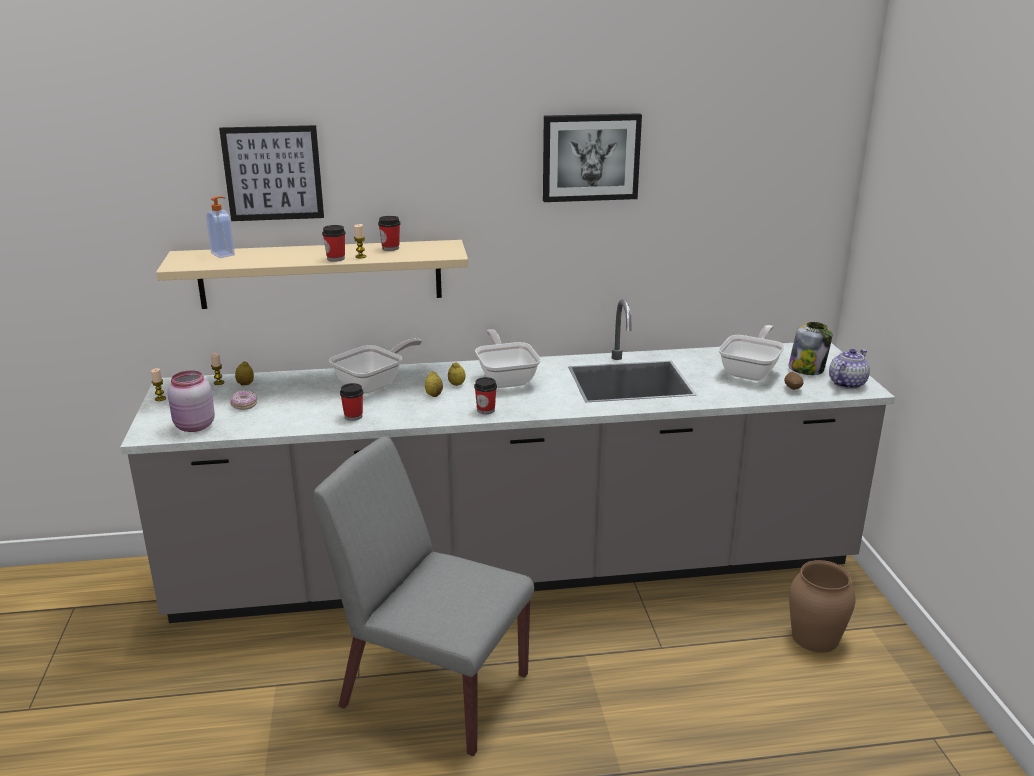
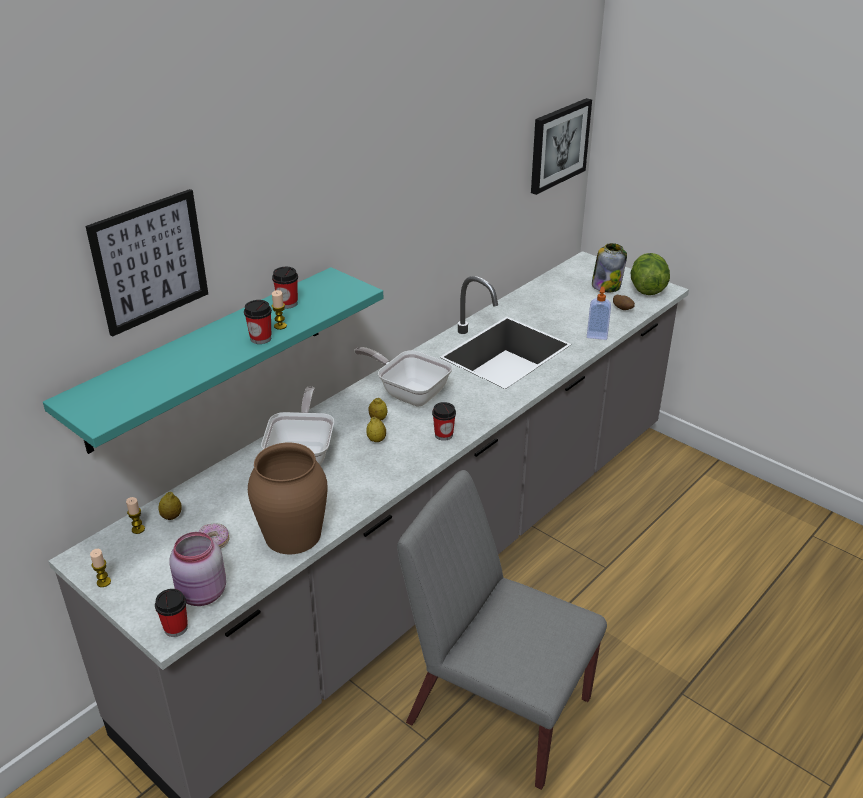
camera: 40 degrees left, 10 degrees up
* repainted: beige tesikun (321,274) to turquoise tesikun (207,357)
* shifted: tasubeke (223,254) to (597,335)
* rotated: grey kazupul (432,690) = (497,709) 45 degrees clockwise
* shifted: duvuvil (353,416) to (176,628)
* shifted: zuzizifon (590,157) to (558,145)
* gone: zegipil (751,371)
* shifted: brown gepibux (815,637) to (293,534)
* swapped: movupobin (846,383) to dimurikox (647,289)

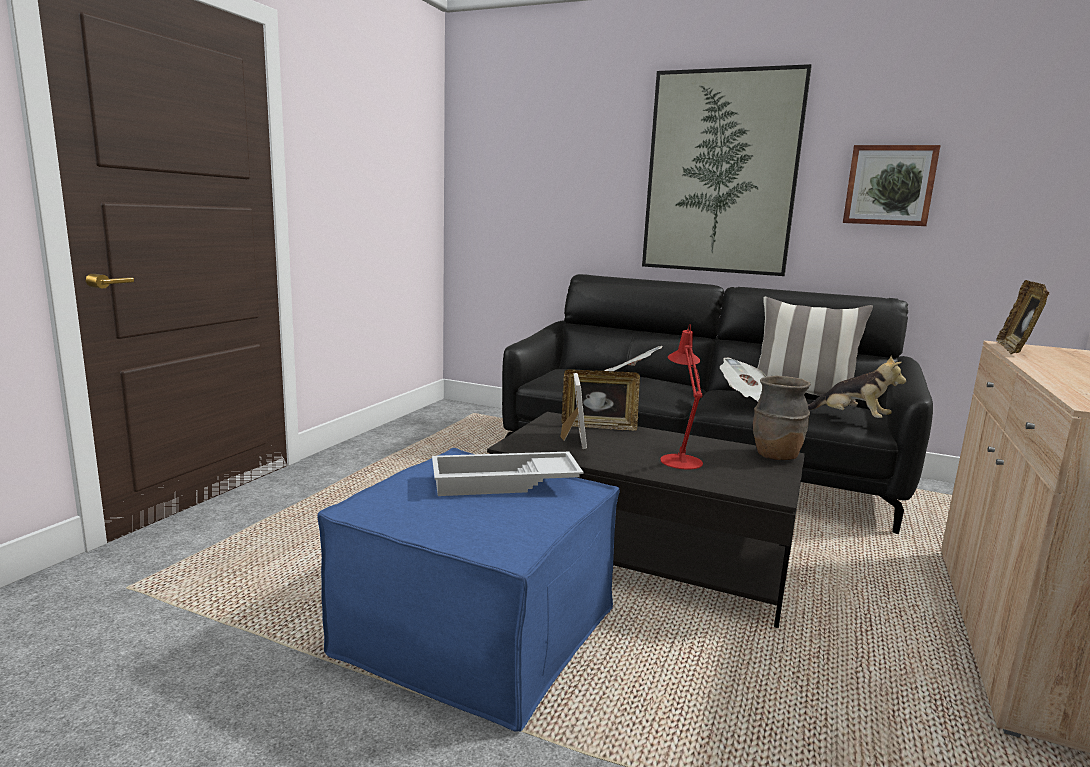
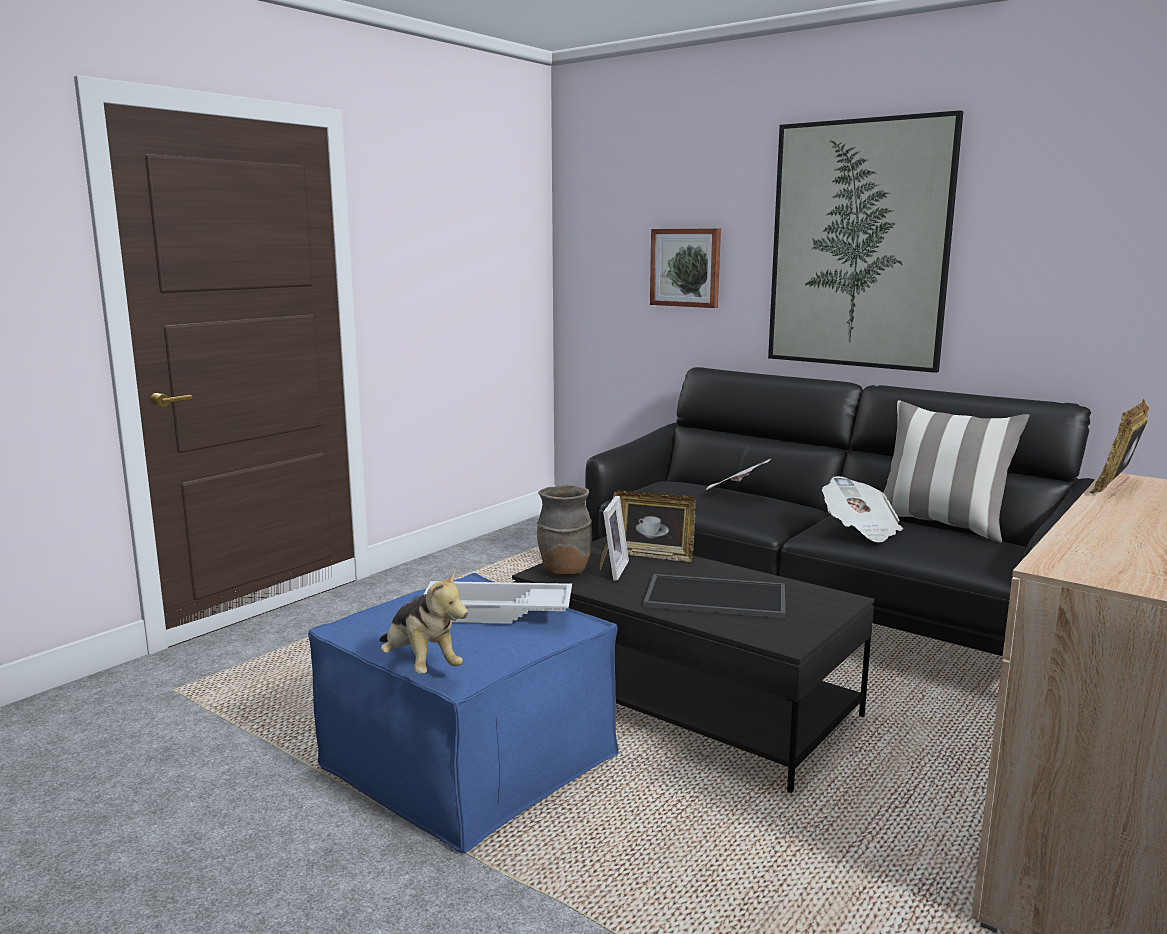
camera: 15 degrees right, 0 degrees up
* swapped: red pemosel (679,459) to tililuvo (714,598)
* shifted: brown gepibux (775,456) to (564,571)
* shifted: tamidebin (851,418) to (420,665)
* shifted: zuzizifon (889,185) to (686,267)

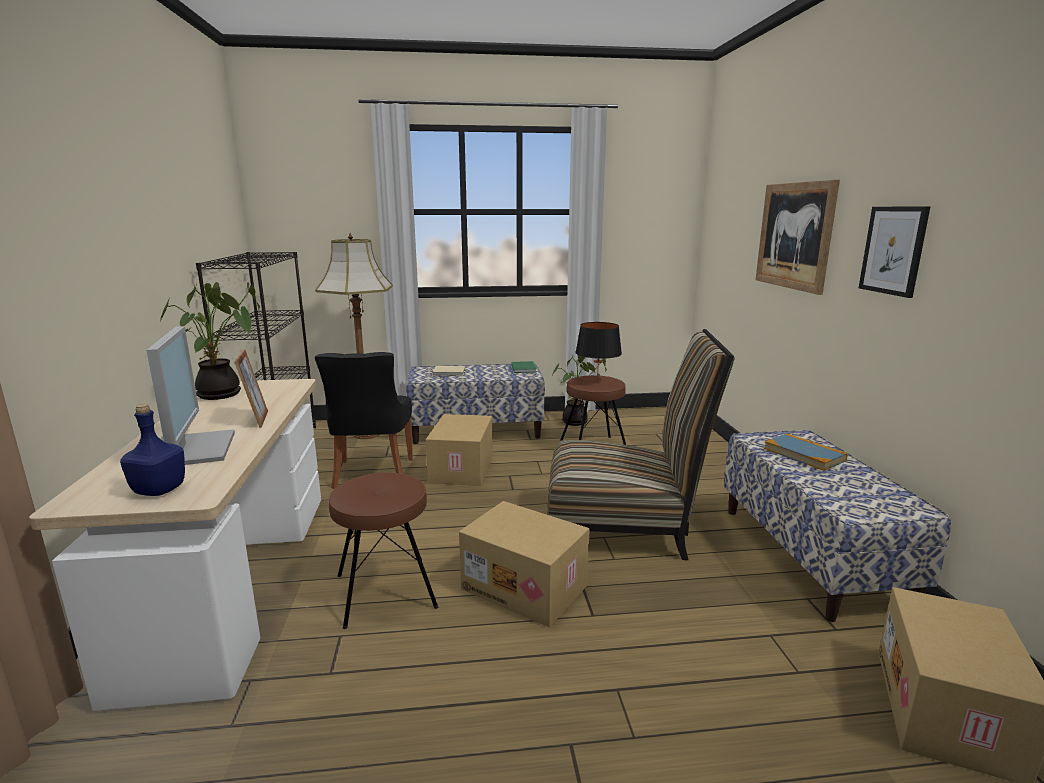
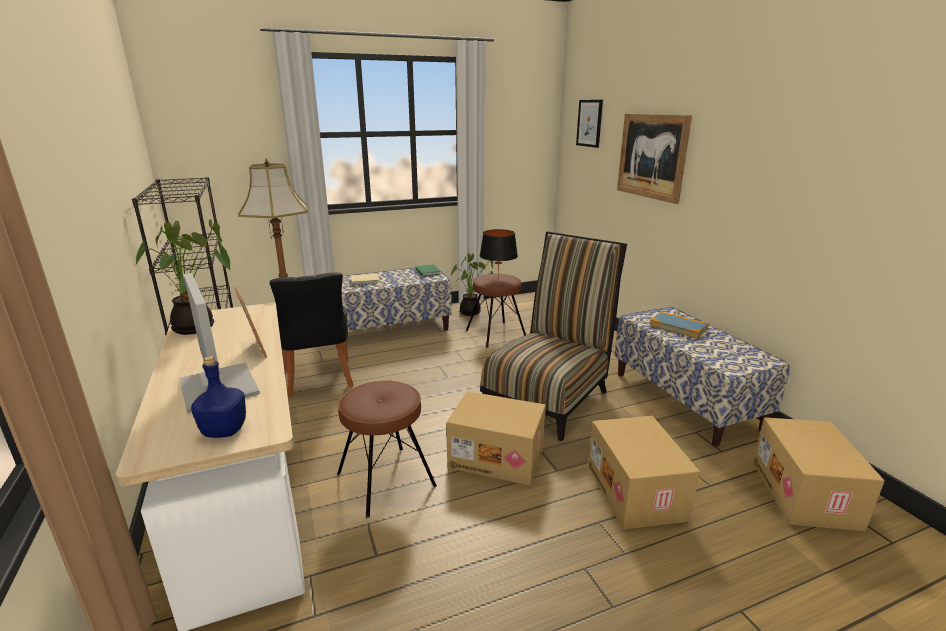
camera: 15 degrees left, 5 degrees up
* shifted: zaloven (463,469) to (637,492)
* rotated: kazupul (624,526) = (548,396) 45 degrees counterclockwise
* shifted: zuzizifon (893,250) to (589,123)

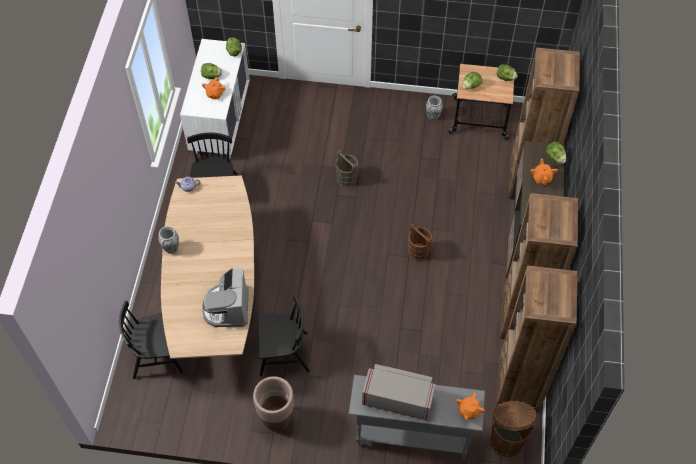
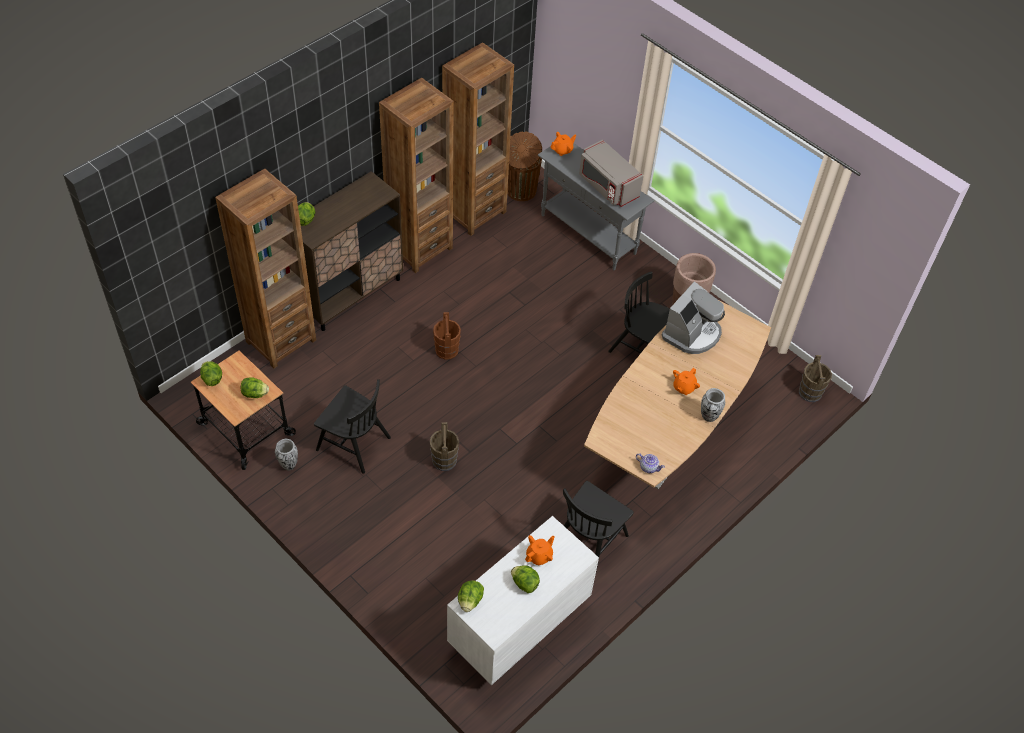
camera: 145 degrees left, 5 degrees down
* shifted: black kazupul (157,355) to (353,443)
* shifted: orange movupobin (542,178) to (683,387)
* new: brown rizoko (810,393)

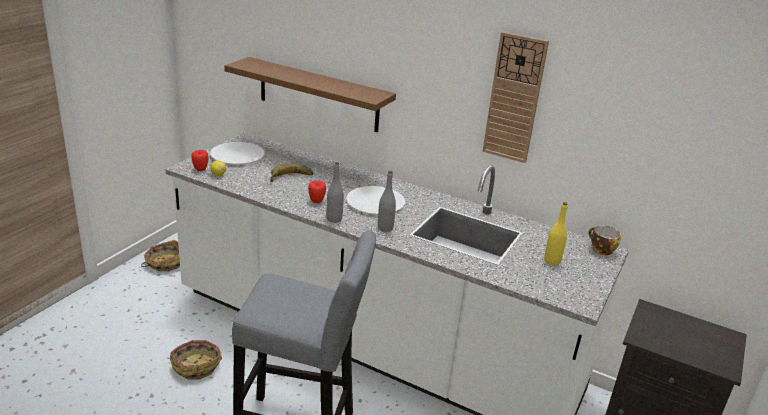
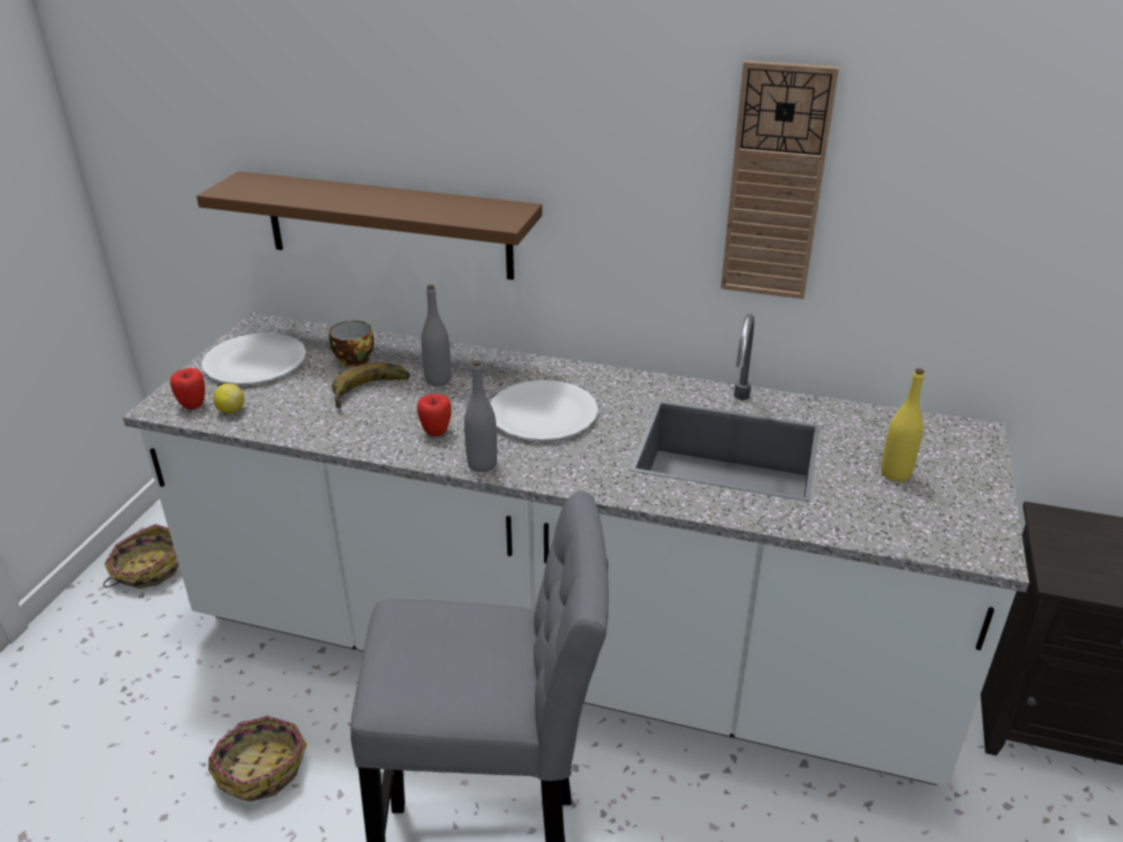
camera: 10 degrees left, 5 degrees up
* shifted: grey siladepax (385,228) to (438,380)
* shifted: duvuvil (600,250) to (351,359)

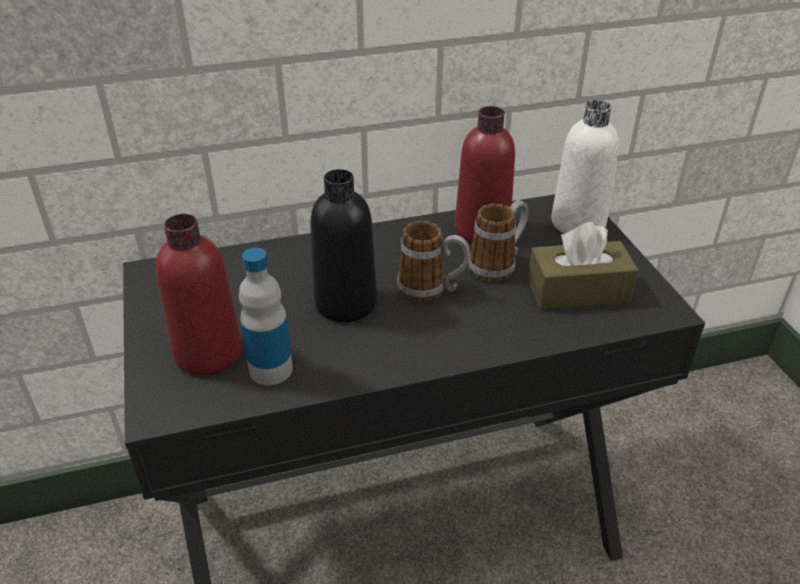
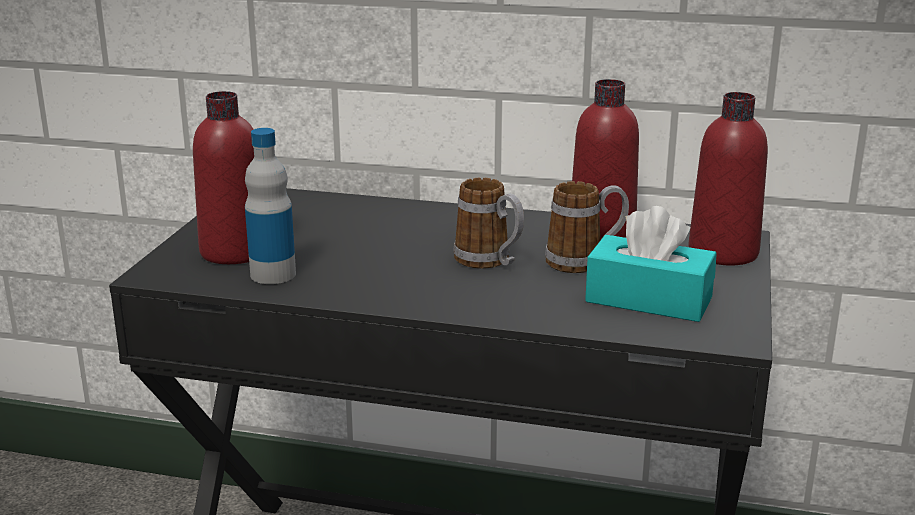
camera: 30 degrees right, 15 degrees down
* gone: black siladepax (345,303)
* repainted: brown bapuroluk (578,290) to turquoise bapuroluk (648,299)
* repainted: white siladepax (578,223) to red siladepax (723,253)

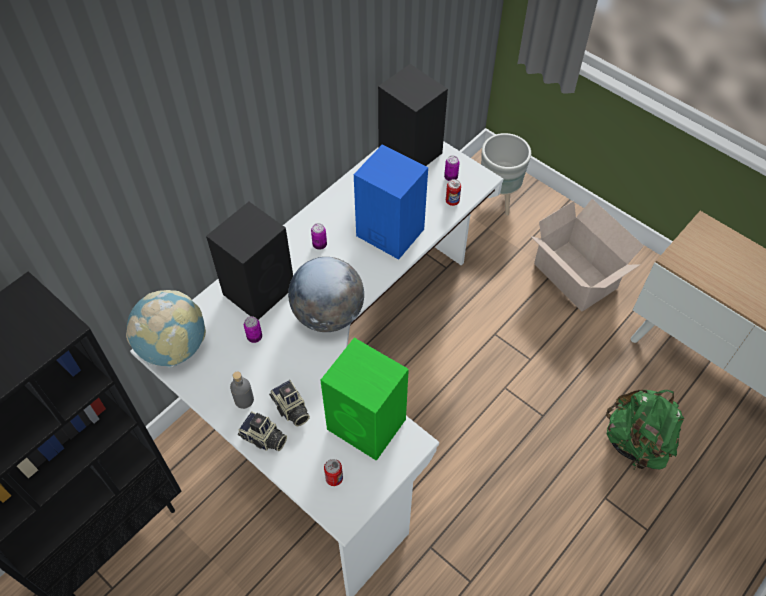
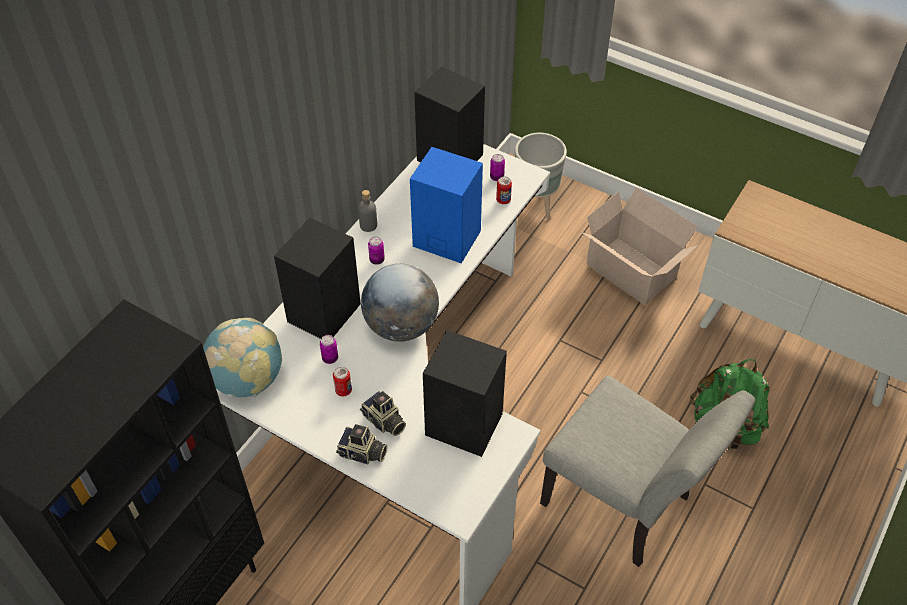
camera: 10 degrees left, 5 degrees down
* shifted: grey siladepax (244,400) to (368,225)
* repainted: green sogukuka (368,425) to black sogukuka (465,425)
* shifted: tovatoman (334,478) to (343,390)
* new: grey kazupul (625,506)

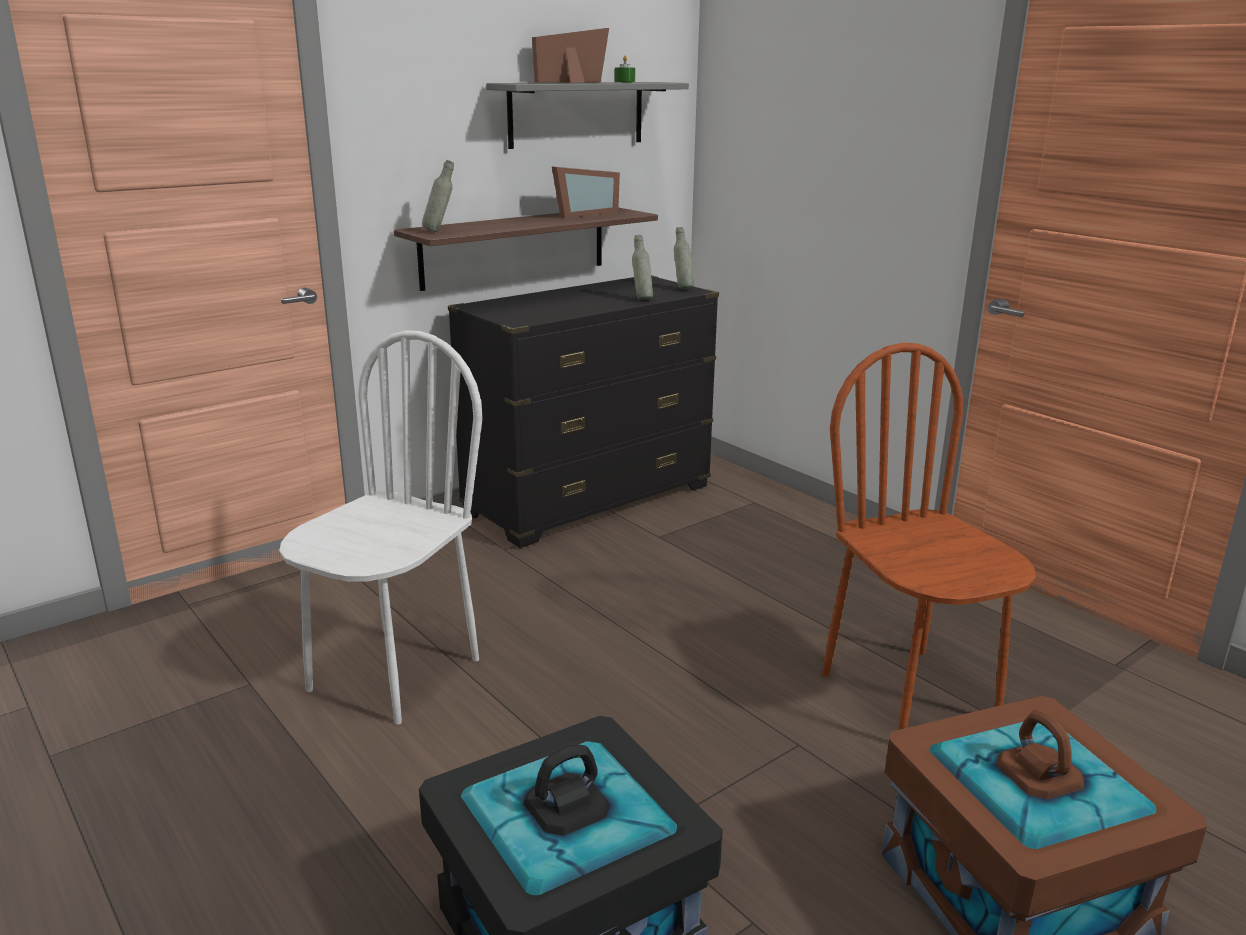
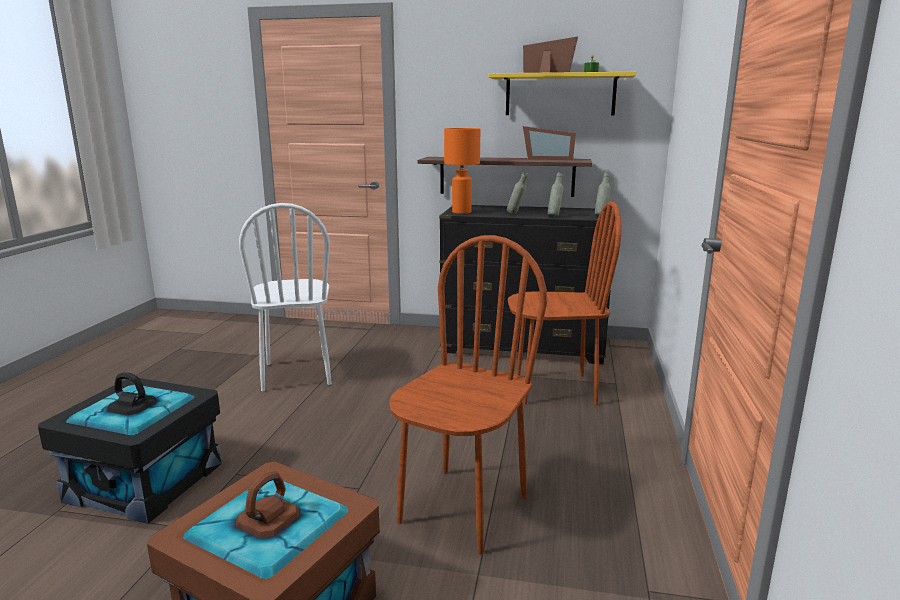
camera: 50 degrees right, 5 degrees down
* rotated: white kazupul (393,674) = (296,374) 90 degrees clockwise
* shifted: grey siladepax (439,231) to (516,214)
* repainted: grey tesikun (576,114) to yellow tesikun (560,94)
* new: orange pemosel (461,212)
* new: brown kazupul (555,389)

